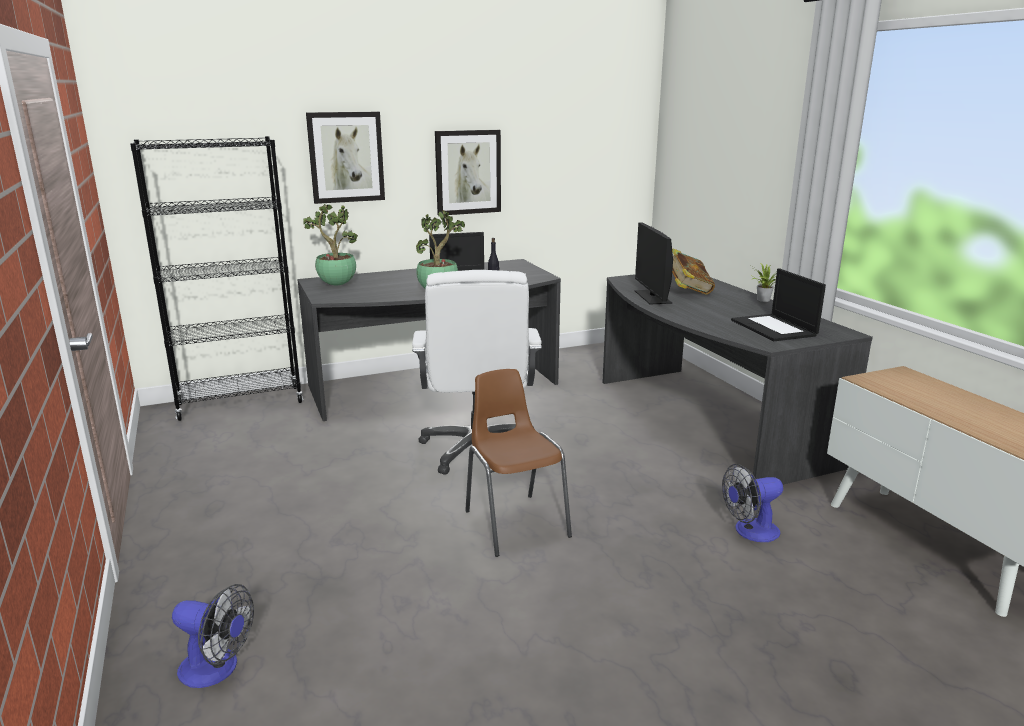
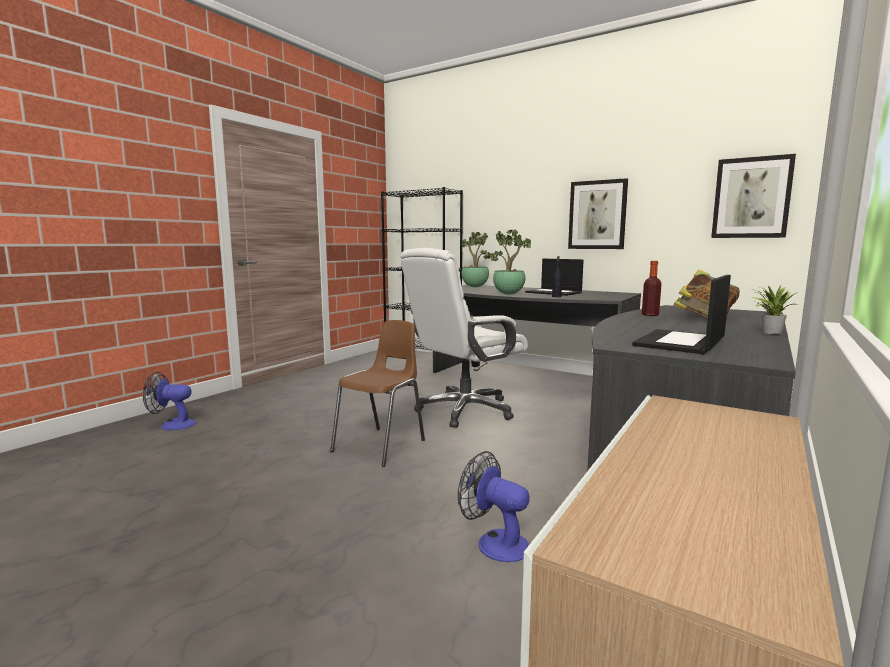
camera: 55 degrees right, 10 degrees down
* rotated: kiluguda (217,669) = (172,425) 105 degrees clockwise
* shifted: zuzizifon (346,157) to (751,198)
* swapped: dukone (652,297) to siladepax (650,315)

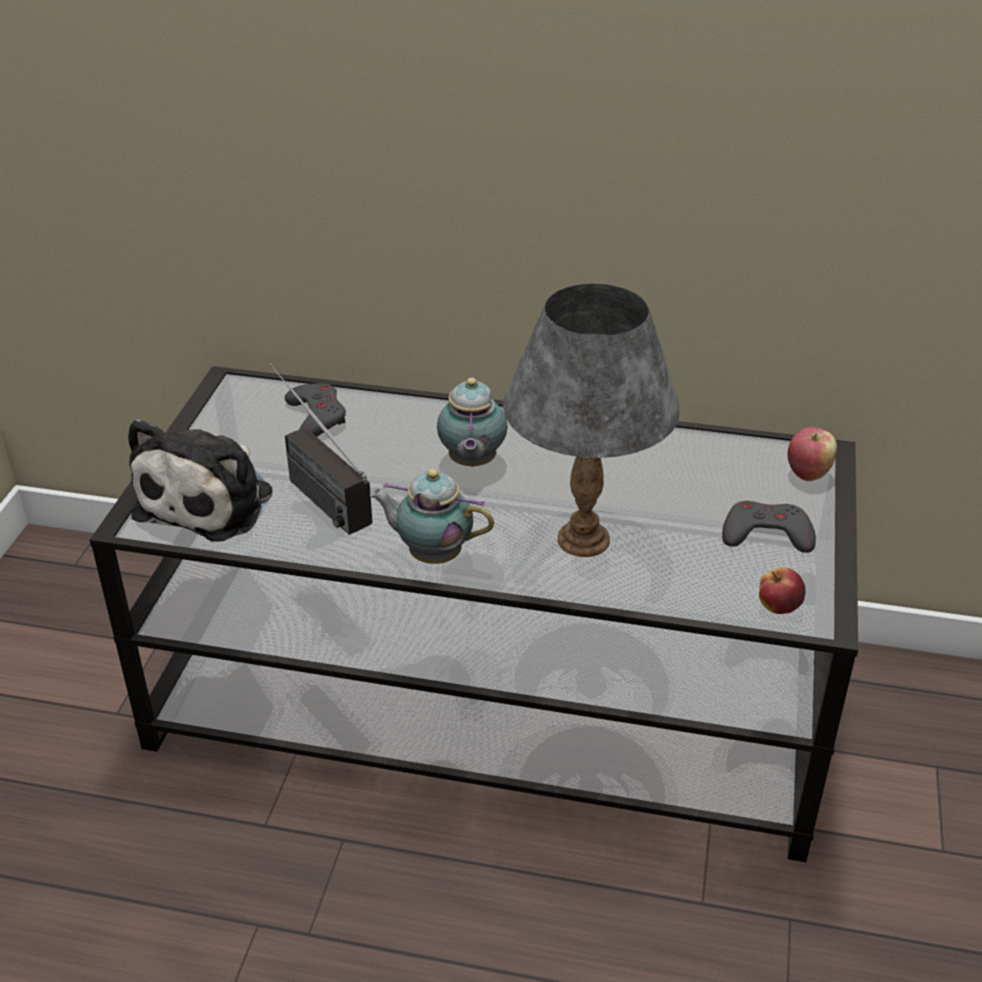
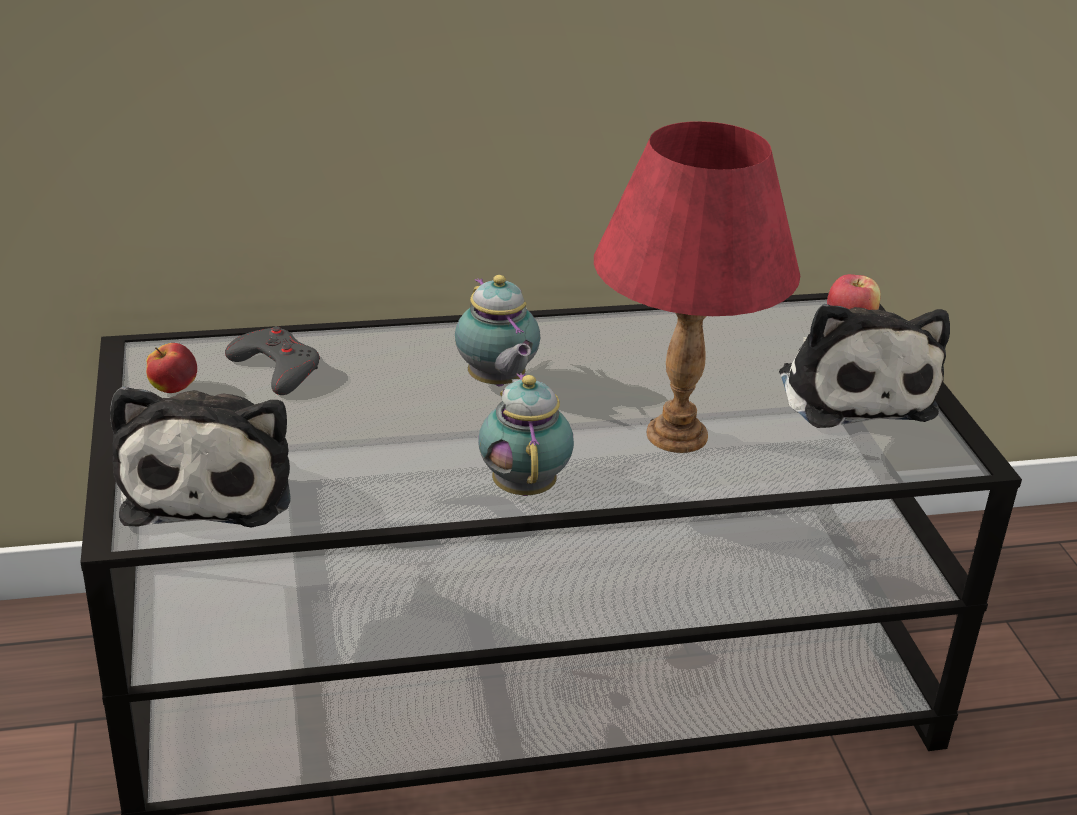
camera: 25 degrees left, 5 degrees down
* gone: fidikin (311,488)
* rotated: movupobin (432,555) = (524,485) 90 degrees clockwise
* repainted: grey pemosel (582,539) to red pemosel (675,435)
* swapped: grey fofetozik (766,534) to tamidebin (853,391)
* shifted: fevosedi (778,607) to (173,388)

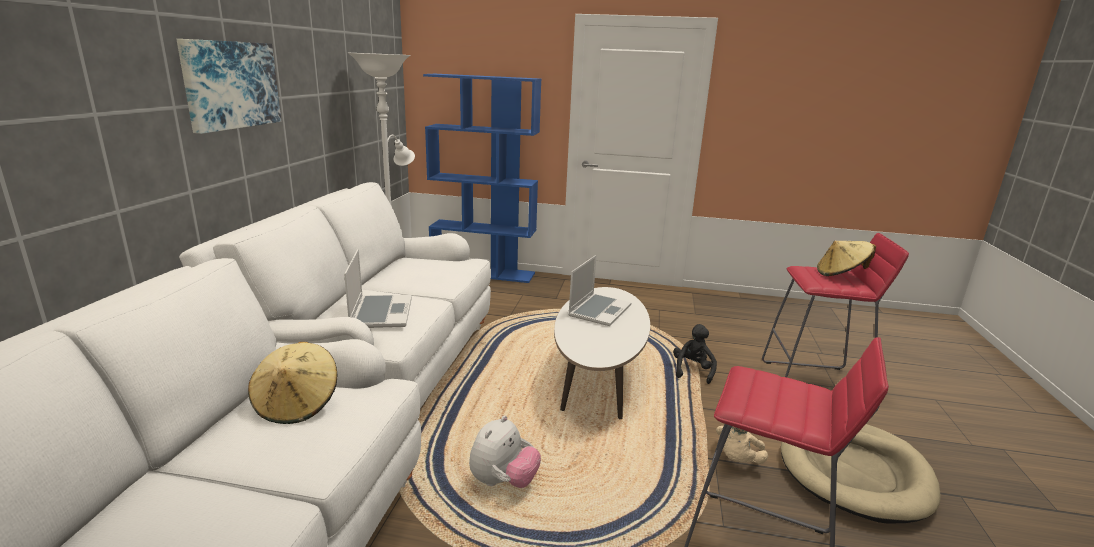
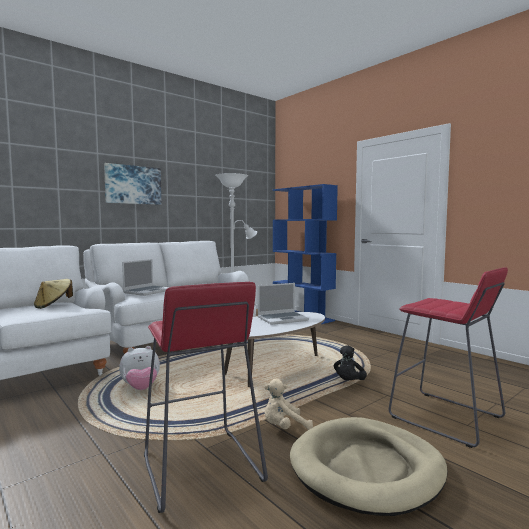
camera: 40 degrees right, 15 degrees down
* rotated: black tamidebin (692,371) = (349,382) 150 degrees clockwise
* gone: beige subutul (841,274)

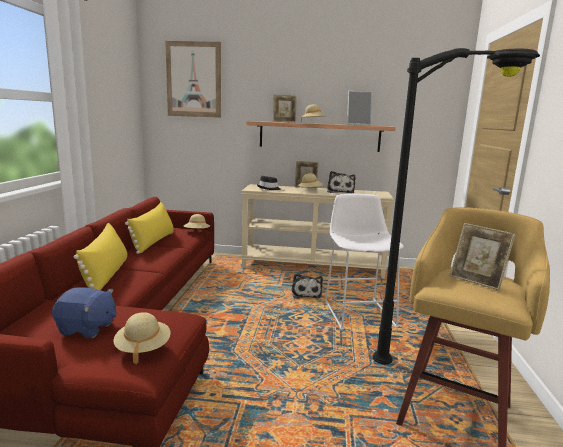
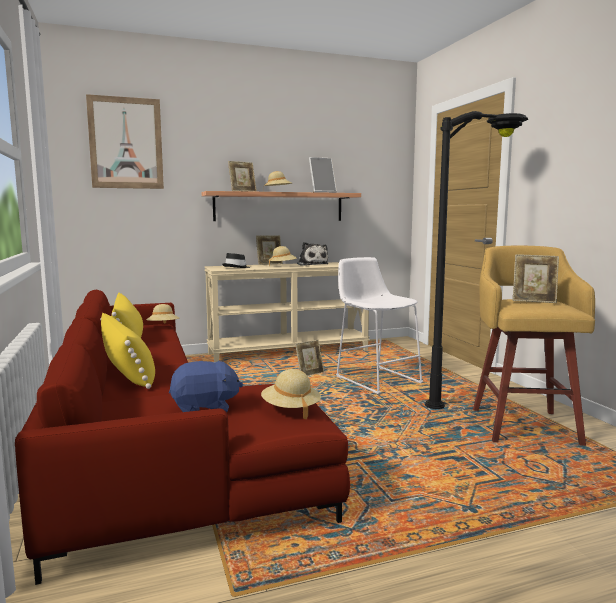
camera: 25 degrees left, 5 degrees down
* swapped: tamidebin (306,293) to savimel (310,374)

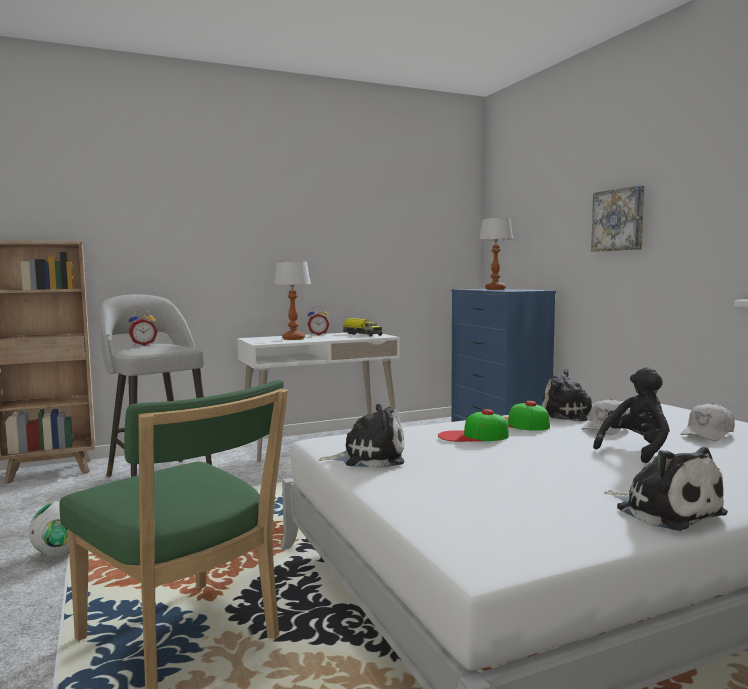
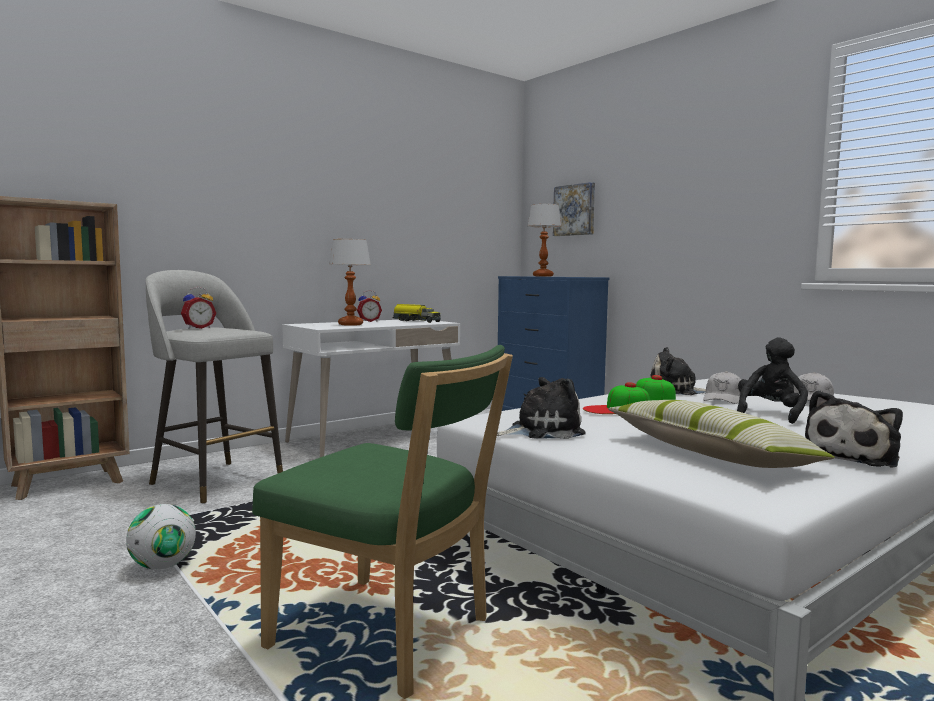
camera: 15 degrees left, 0 degrees up
* shifted: zuzizifon (619,220) to (575,210)
* rotated: tamidebin (665,510) = (853,457) 90 degrees clockwise
* new: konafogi (710,454)

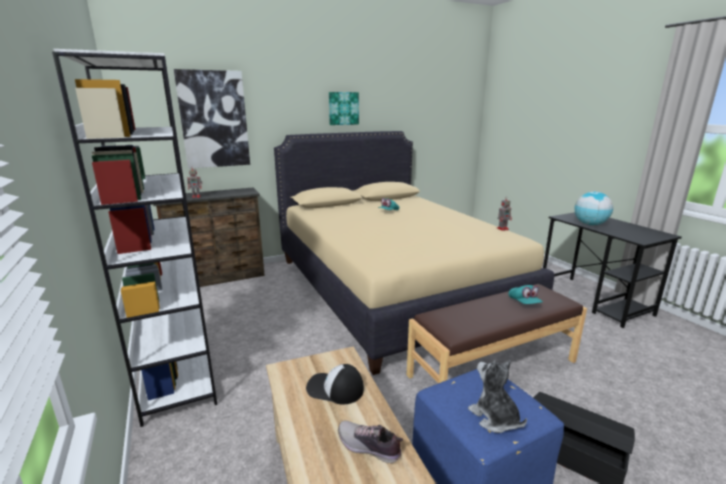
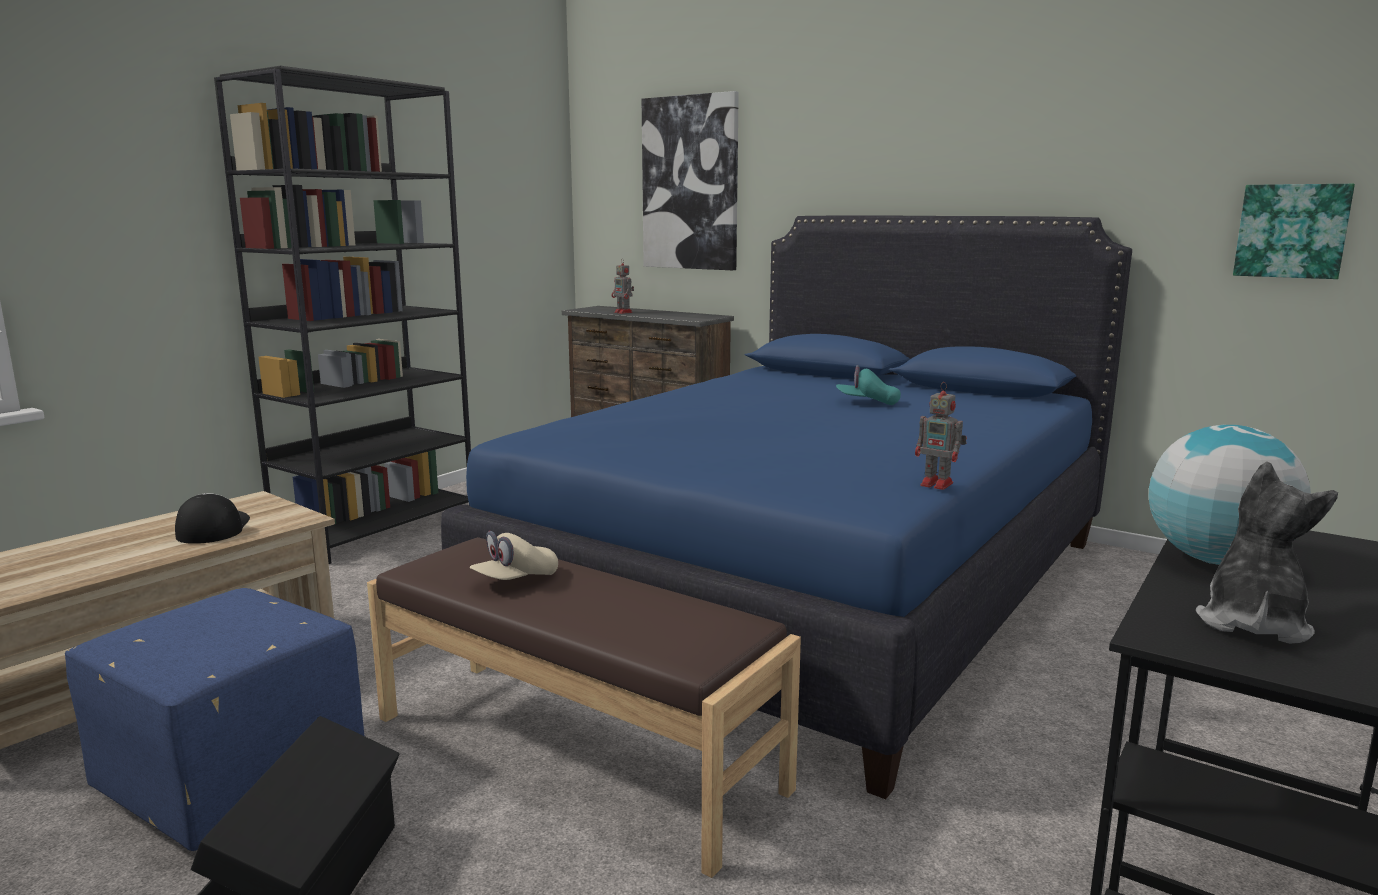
camera: 60 degrees right, 5 degrees down
* repainted: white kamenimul (177,374) to black kamenimul (378,527)
* repainted: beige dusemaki (392,287) to blue dusemaki (810,585)
* shifted: zuzizifon (343,108) to (1291,231)
* gone: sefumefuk (369,447)
* shifted: tamidebin (494,418) to (1252,622)
* gone: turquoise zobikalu (524,303)
* new: beige zobikalu (515,580)

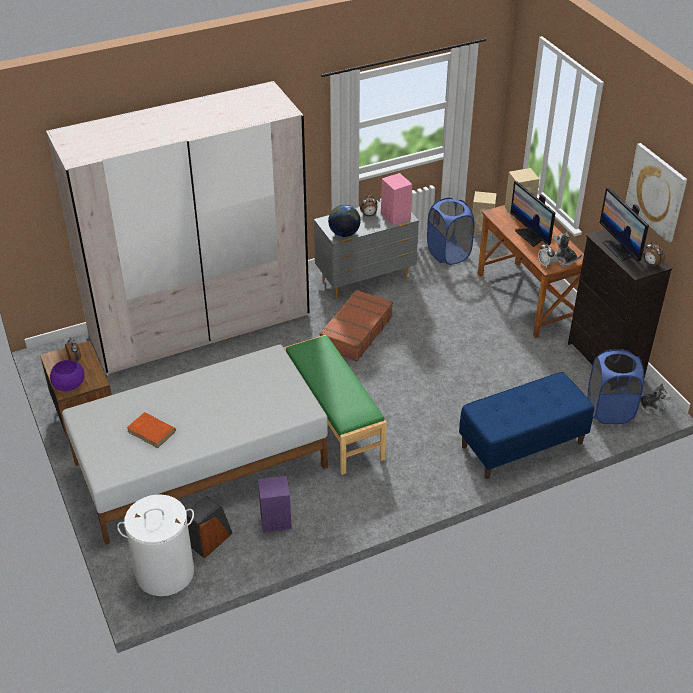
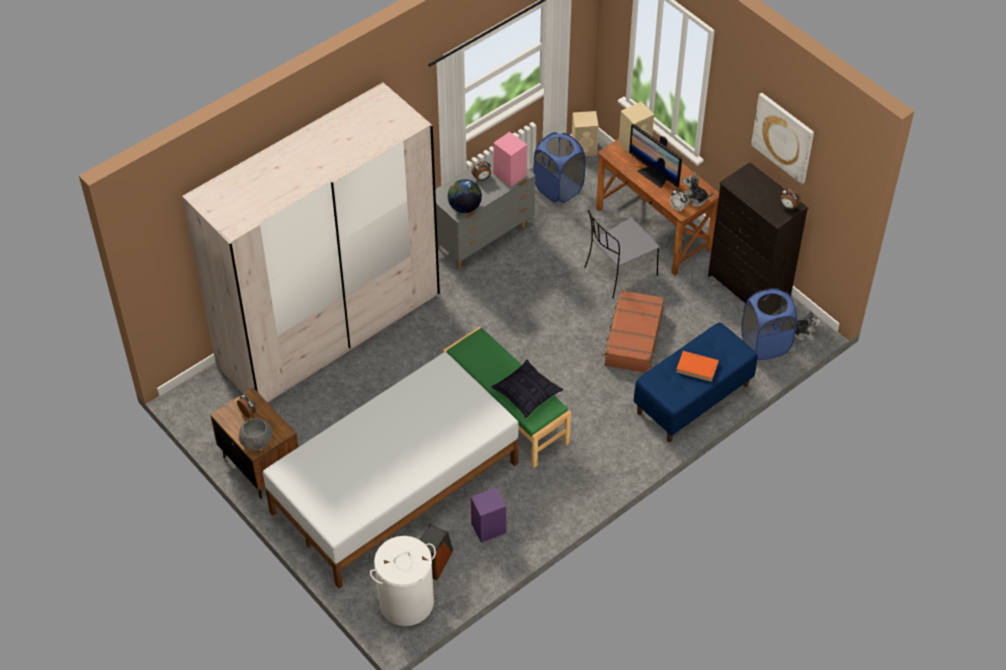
camera: 15 degrees left, 10 degrees up
* repainted: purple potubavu (69,385) to grey potubavu (256,442)
* shifted: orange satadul (152,431) to (697,367)
* shifted: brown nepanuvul (355,332) to (633,338)
* gone: dukone (619,250)
* new: konafogi (526,394)
* new: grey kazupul (619,272)

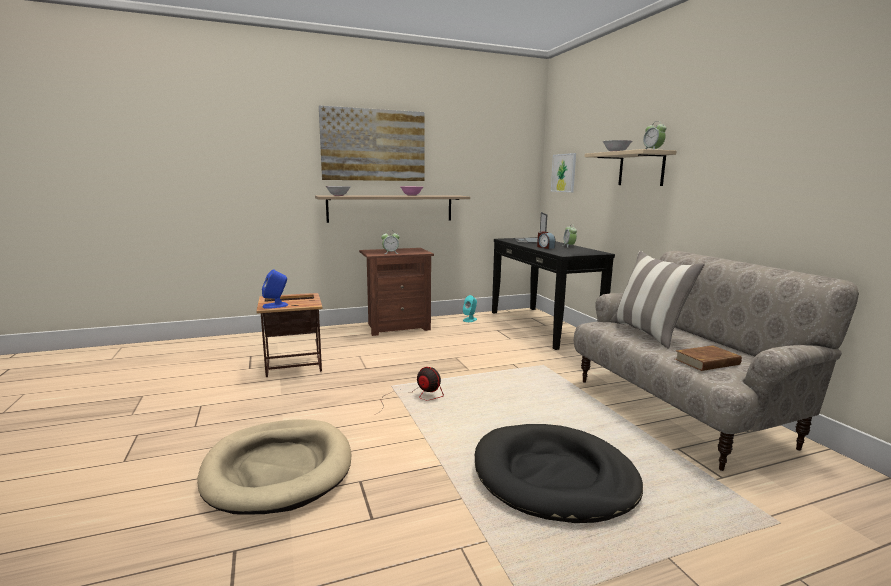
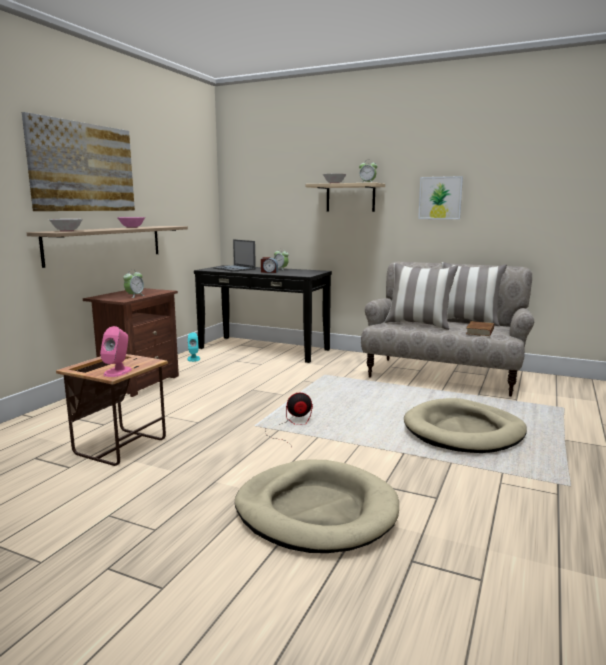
camera: 45 degrees left, 0 degrees up
* repainted: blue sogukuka (275,305) to pink sogukuka (118,372)
* repainted: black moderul (554,477) to beige moderul (464,431)
* shifted: zuzizifon (563,173) to (440,198)
* new: konafogi (467,321)

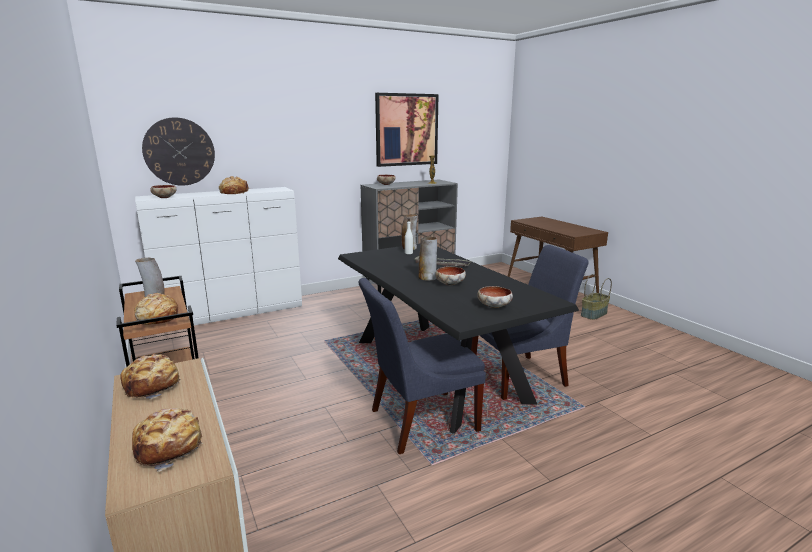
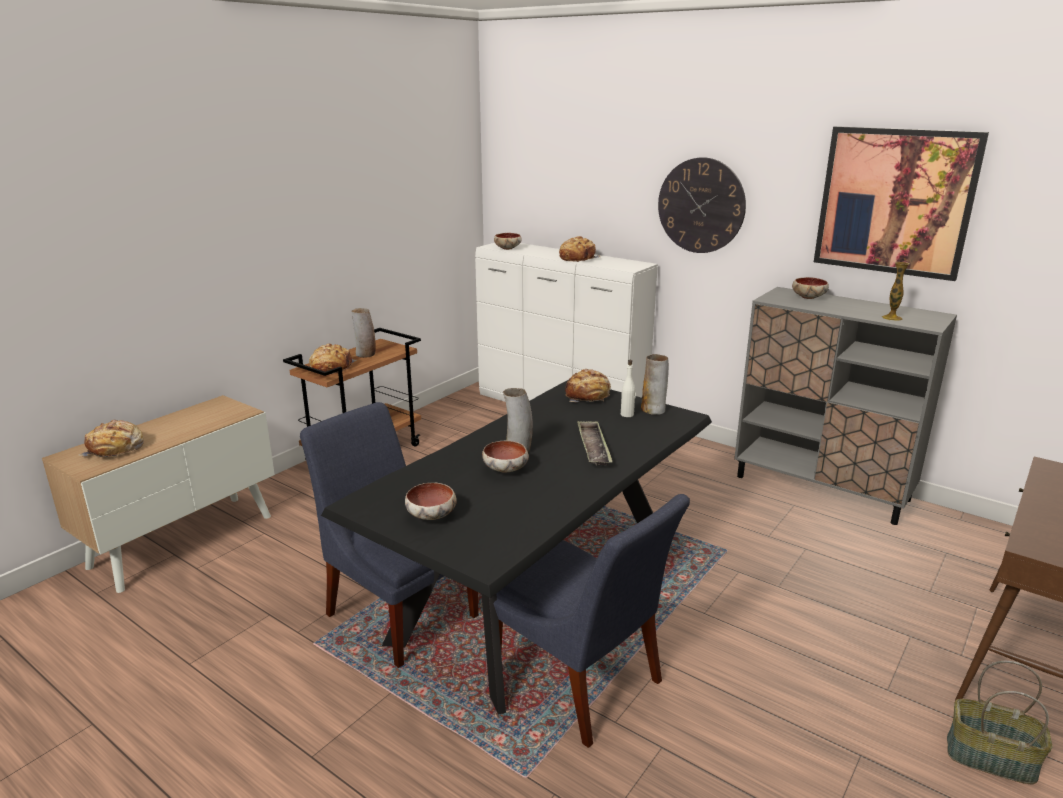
camera: 65 degrees right, 5 degrees up
* shifted: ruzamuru (153,385) to (588,396)
* shifted: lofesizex (179,152) to (701,205)

